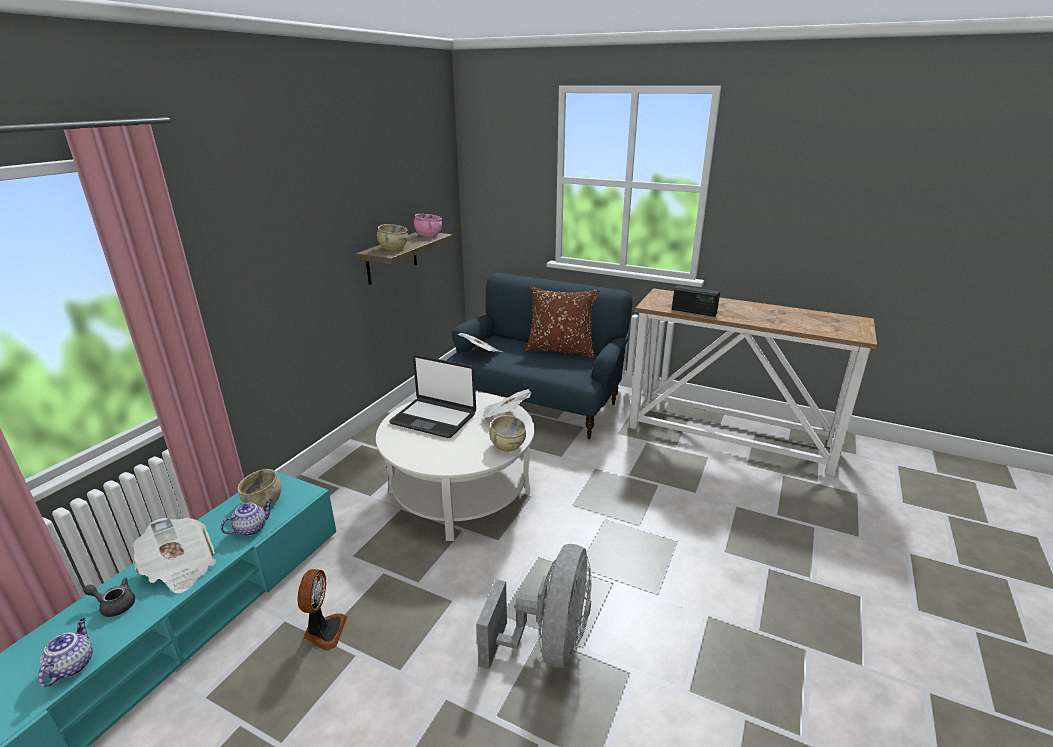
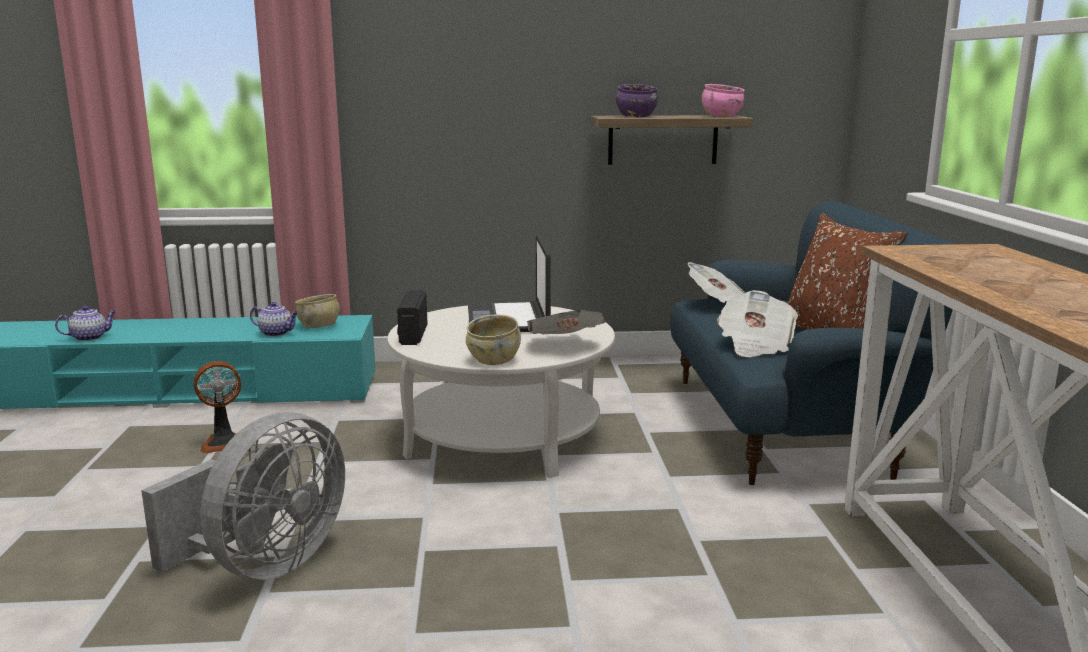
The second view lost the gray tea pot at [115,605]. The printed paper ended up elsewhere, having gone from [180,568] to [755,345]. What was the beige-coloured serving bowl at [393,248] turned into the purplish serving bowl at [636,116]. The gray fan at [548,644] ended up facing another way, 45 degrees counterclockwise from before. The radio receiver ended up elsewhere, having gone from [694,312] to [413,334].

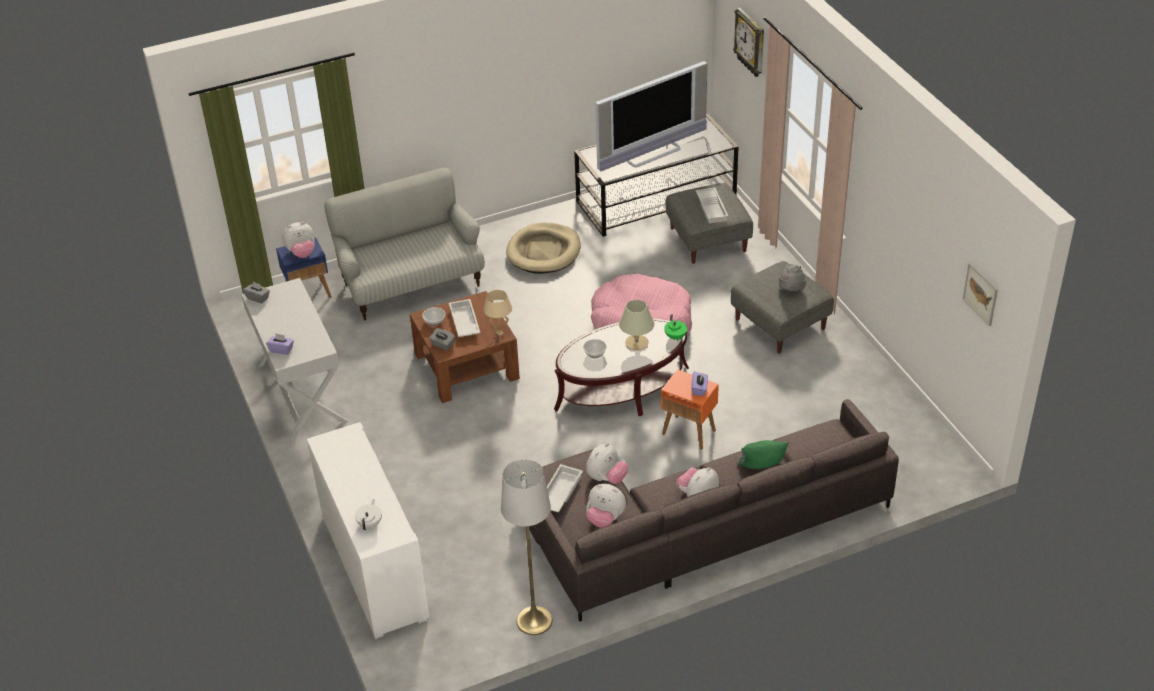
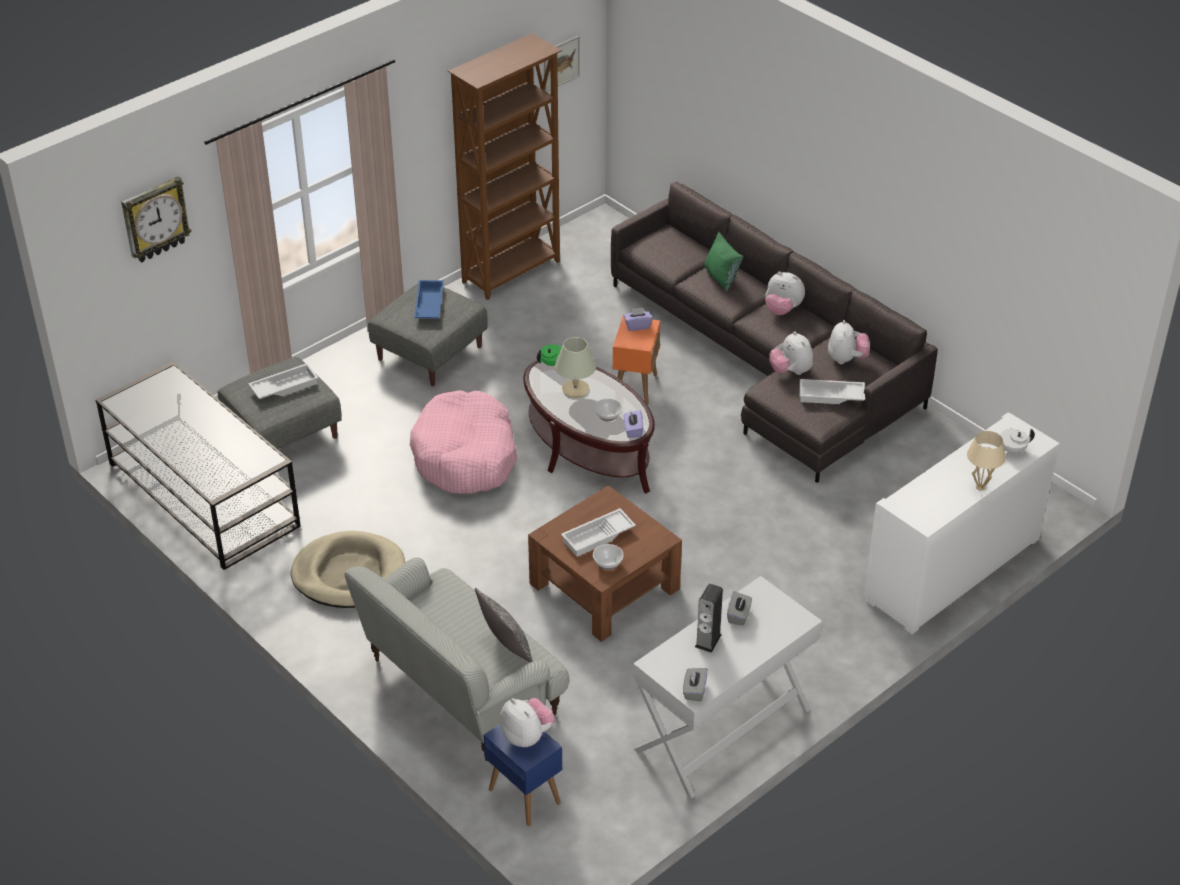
The purplish tissue box ended up elsewhere, having gone from [281,349] to [633,430]. The gray tissue box ended up elsewhere, having gone from [442,345] to [739,615]. The beige-coloured lamp for a table ended up elsewhere, having gone from [499,333] to [980,487]. The second view lost the gray floor lamp at [534,621]. The soft toy at [607,478] ended up facing another way, 135 degrees counterclockwise from before. The second view lost the television at [652,153]. Where the gray hat stood at [791,290], the blue-coloured carrying tray came to stand at [428,304]. The second view gained the brown-coloured bookshelf at [512,272]. The second view gained the cushion at [506,648]. The second view gained the speaker at [708,640].

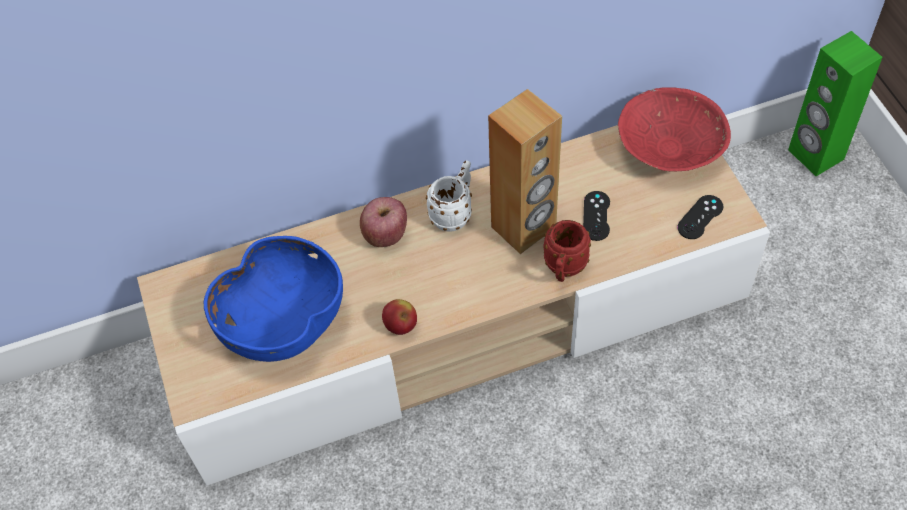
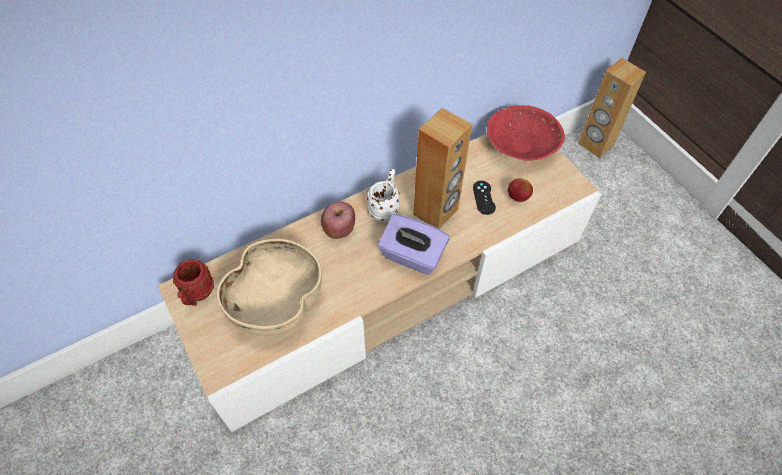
What was the blue-coloured serving bowl at [284,323] turned into the beige-coloured serving bowl at [277,303]. The apple fruit ended up elsewhere, having gone from [401,326] to [518,197]. The reddish coffee mug ended up elsewhere, having gone from [564,269] to [197,295]. The second view lost the black-coloured gamepad at [700,217]. What was the green speaker at [815,155] turned into the brown-coloured speaker at [595,144]. The second view gained the purplish tissue box at [412,256].

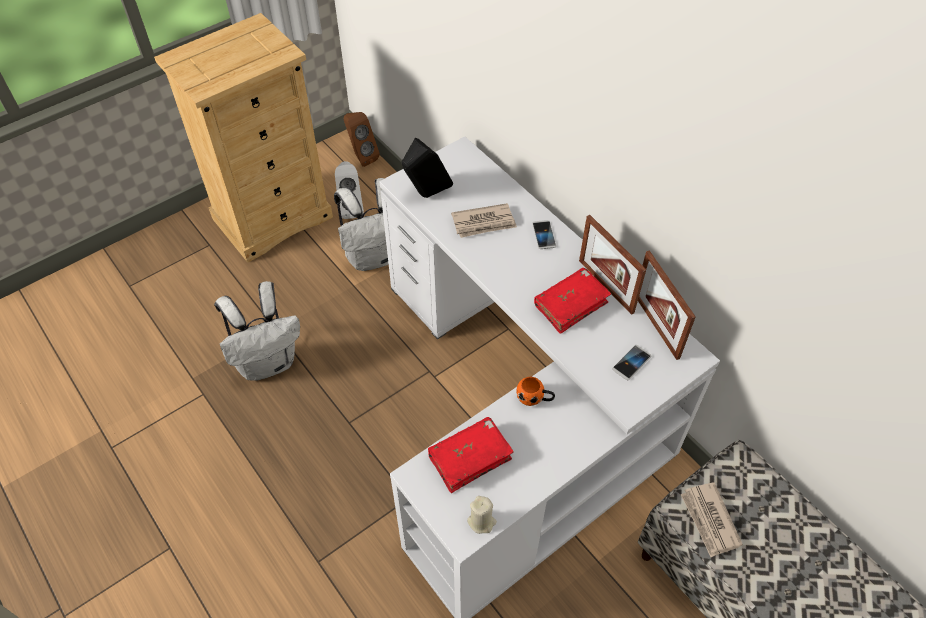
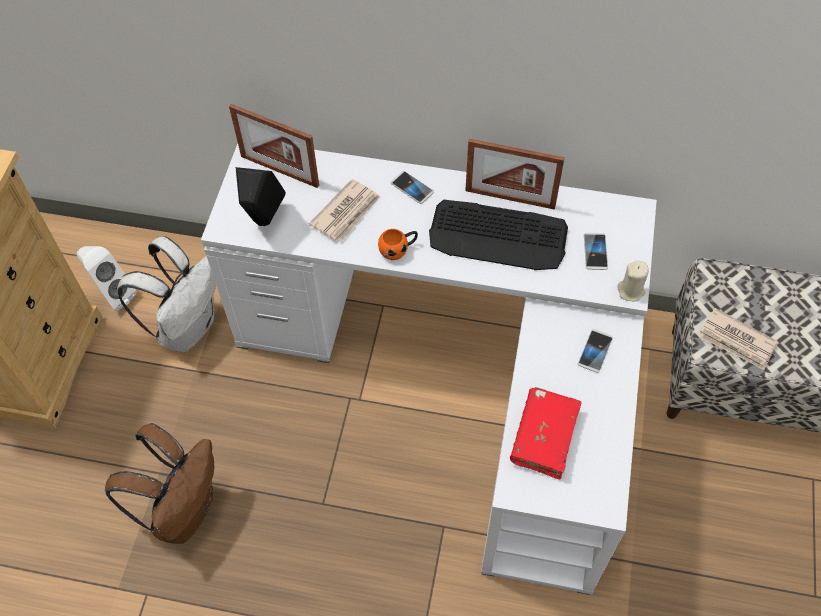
What was the whitish backpack at [268,362] turned into the brown-coloured backpack at [183,510]. The second view lost the brown-coloured speaker at [361,157]. The beige-coloured candle ended up elsewhere, having gone from [481,521] to [631,291]. The orange coffee mug ended up elsewhere, having gone from [534,398] to [398,249]. Where the reddish book stood at [571,305], the keyboard came to stand at [498,236]. The picture frame ended up elsewhere, having gone from [656,326] to [279,171]. The second view gained the handset at [595,351].

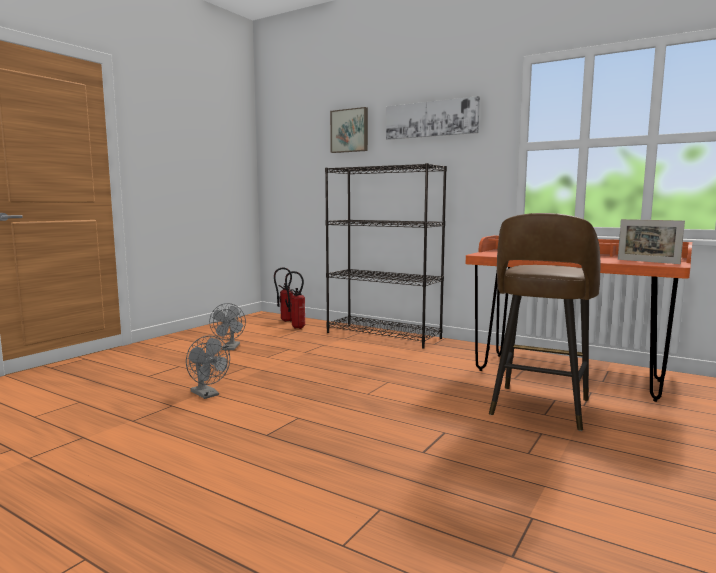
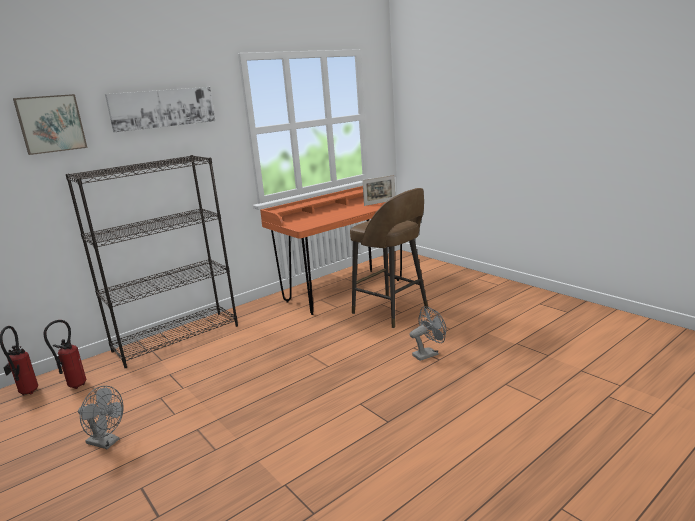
The gray fan ended up elsewhere, having gone from [207,395] to [428,354].

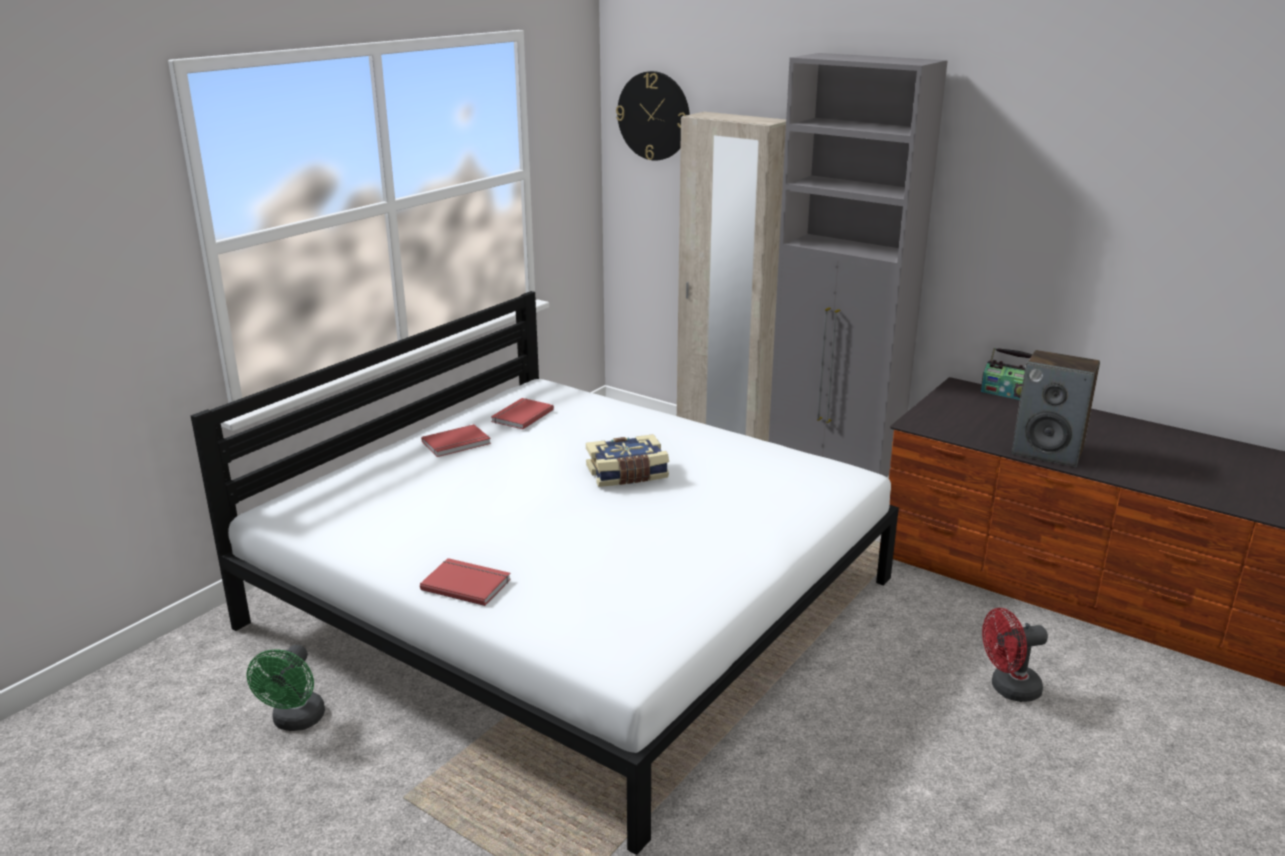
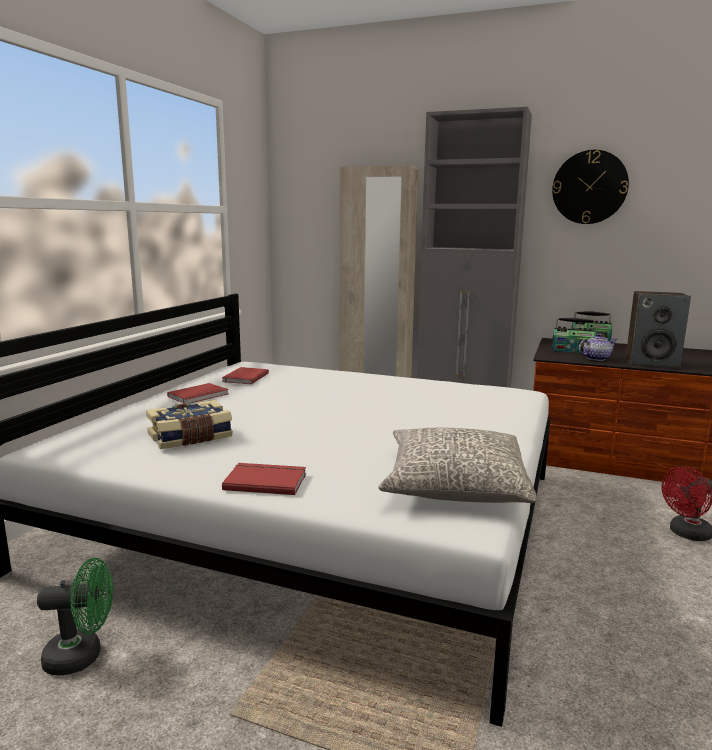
The green fan at [296,722] ended up facing another way, 90 degrees counterclockwise from before. The book ended up elsewhere, having gone from [627,474] to [190,437]. The hanging clock ended up elsewhere, having gone from [653,116] to [589,187]. The second view gained the gray cushion at [454,484]. The second view gained the radio receiver at [572,350]. The second view gained the tea pot at [596,358].

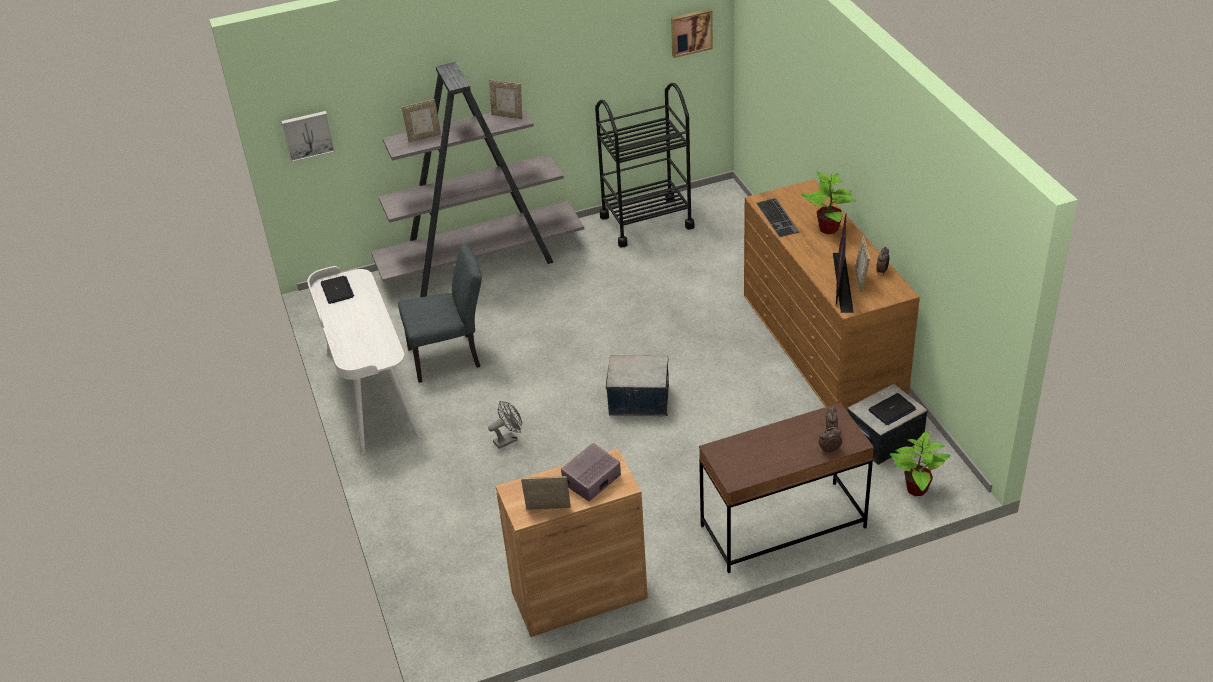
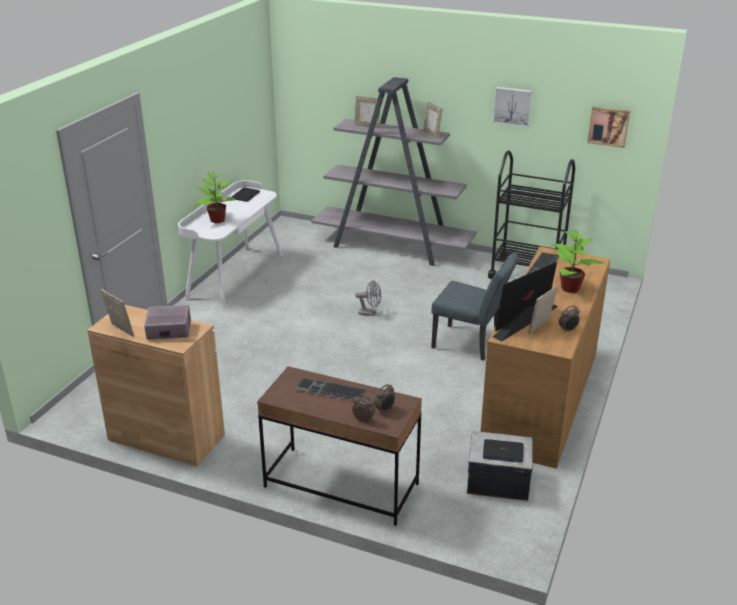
The picture ended up elsewhere, having gone from [307,135] to [513,106]. The gray plain chair ended up elsewhere, having gone from [450,356] to [471,344]. The gray fan ended up elsewhere, having gone from [508,439] to [370,313]. The second view lost the storage bin at [639,400]. The potted plant ended up elsewhere, having gone from [916,489] to [217,220]. The second view gained the keyboard at [329,390].

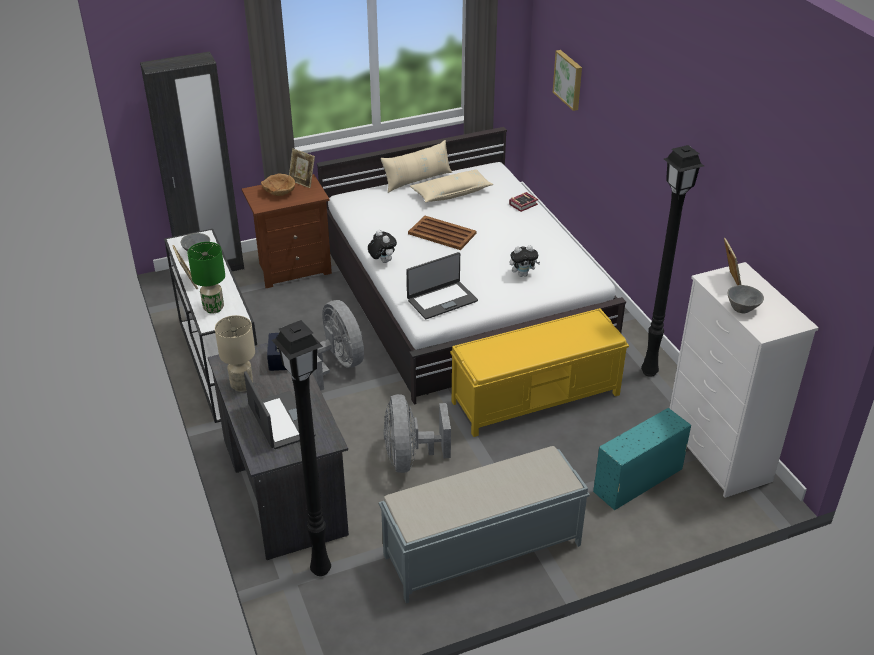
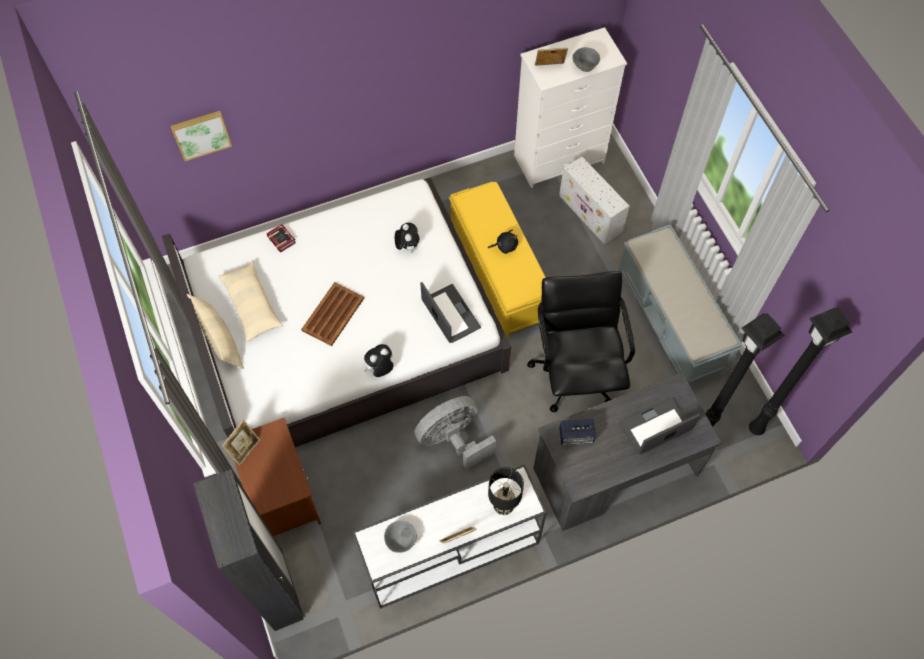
What was the green lamp for a table at [213,308] turned into the black-coloured lamp for a table at [503,506]. The second view lost the beige-coloured lamp for a table at [241,386]. The second view lost the brown-coloured serving bowl at [279,191]. Where the gray fan stood at [410,458], the black-coloured desk chair came to stand at [576,372]. What was the blue-green storage bin at [637,481] turned into the whitish storage bin at [591,214]. The black-coloured floor lamp ended up elsewhere, having gone from [649,371] to [754,428]. The second view gained the black-coloured soft toy at [505,246].

